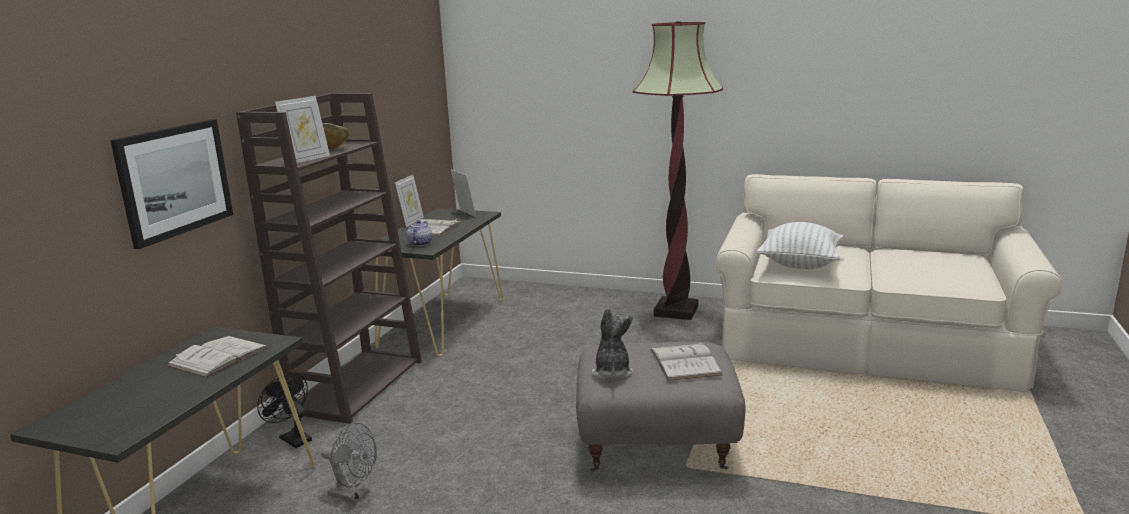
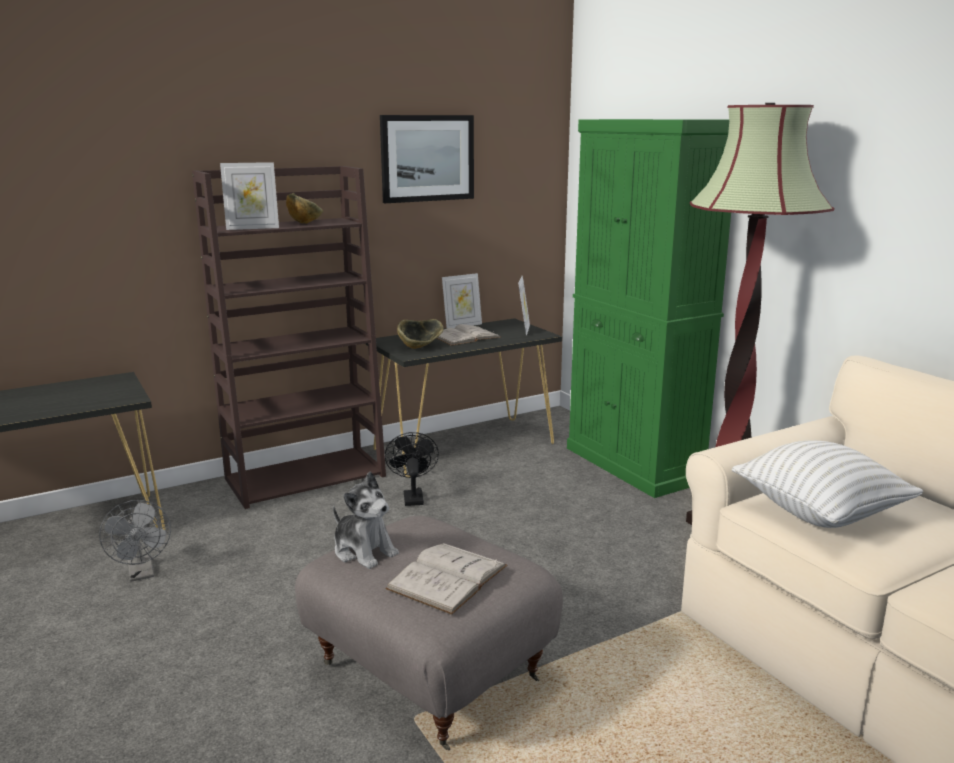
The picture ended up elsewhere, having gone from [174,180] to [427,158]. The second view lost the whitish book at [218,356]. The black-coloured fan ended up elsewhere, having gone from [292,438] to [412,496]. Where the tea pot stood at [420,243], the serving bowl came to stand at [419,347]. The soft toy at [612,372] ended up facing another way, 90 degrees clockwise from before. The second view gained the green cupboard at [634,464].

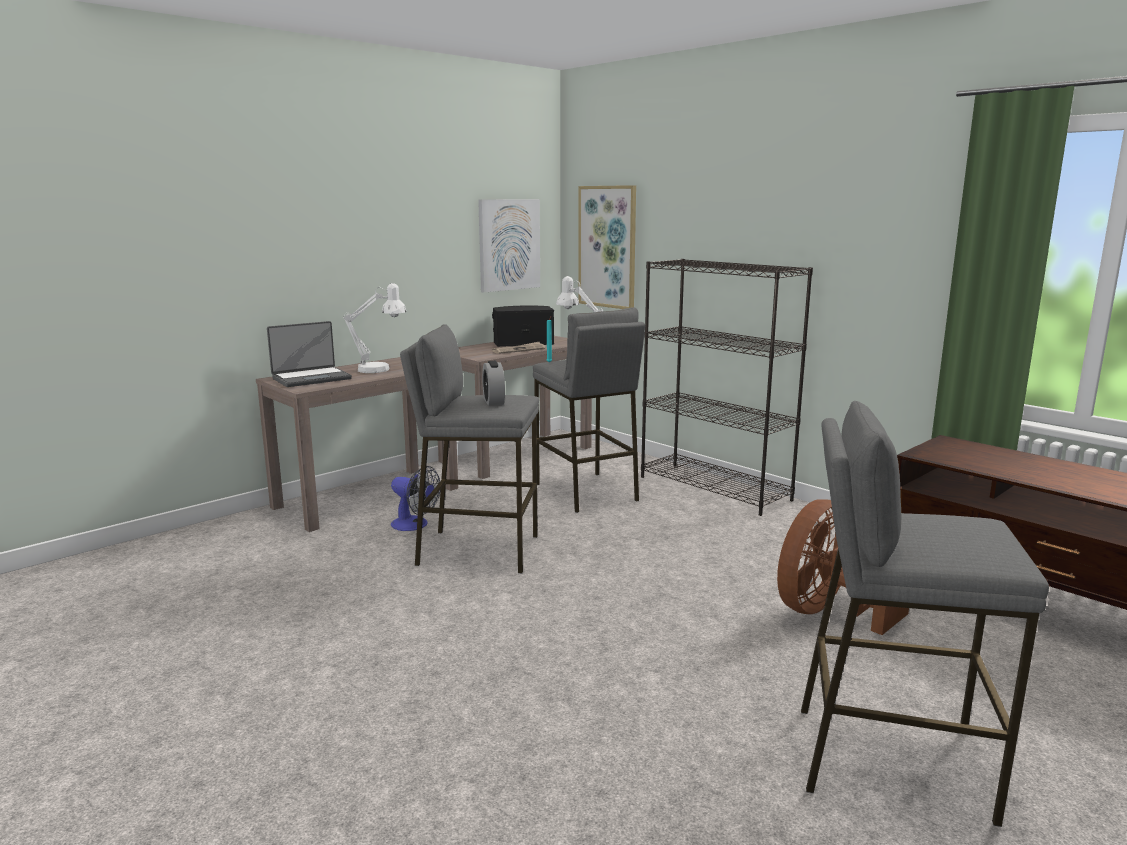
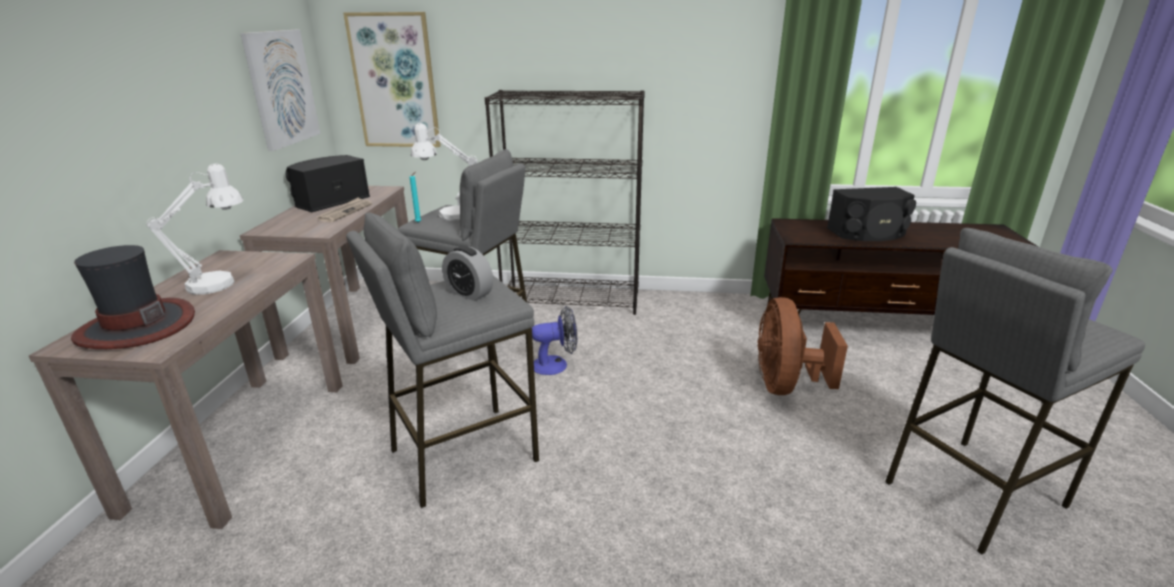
Where the portable computer stood at [311,378], the hat came to stand at [136,326]. The fan ended up elsewhere, having gone from [415,525] to [556,364]. The second view gained the black-coloured speaker at [868,233].

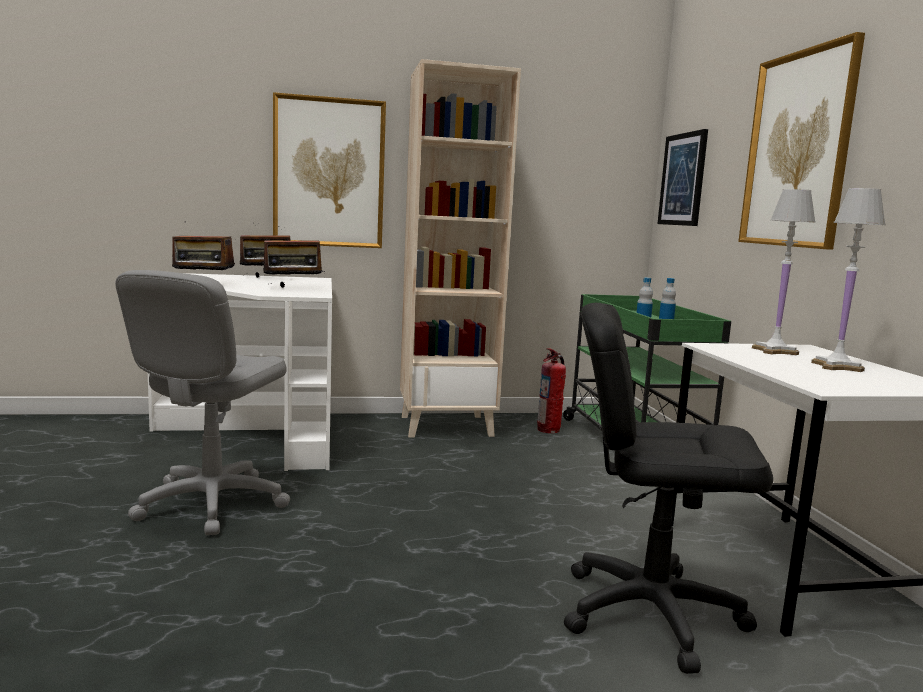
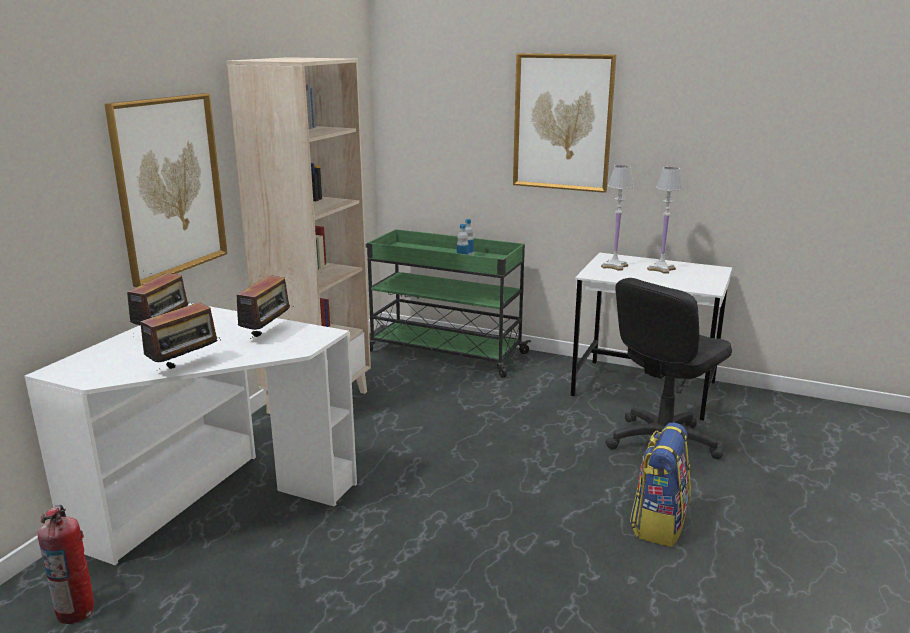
The second view lost the gray desk chair at [211,503]. The extinguisher ended up elsewhere, having gone from [549,429] to [76,610]. The second view lost the picture at [683,179]. The second view gained the backpack at [658,523].

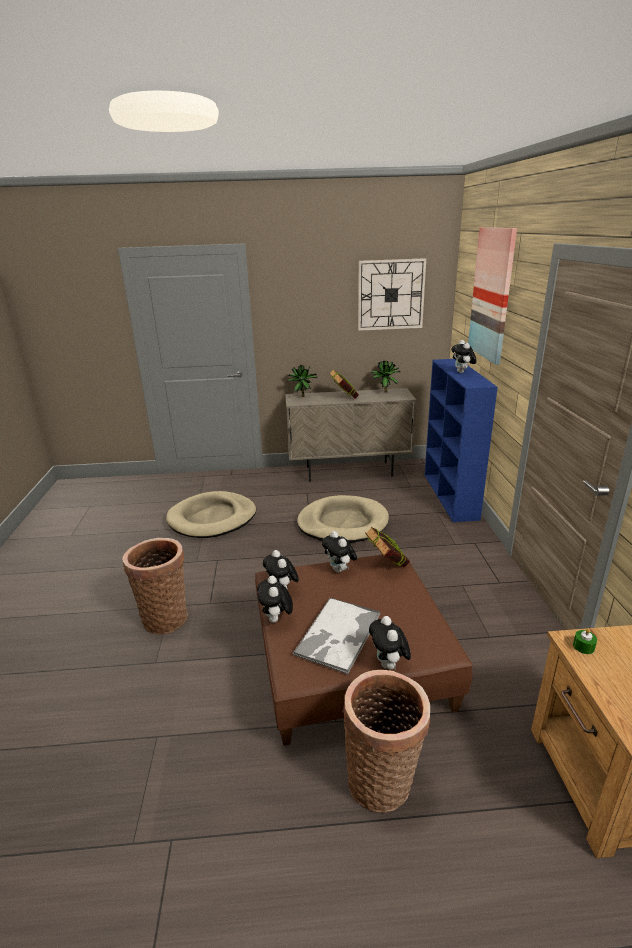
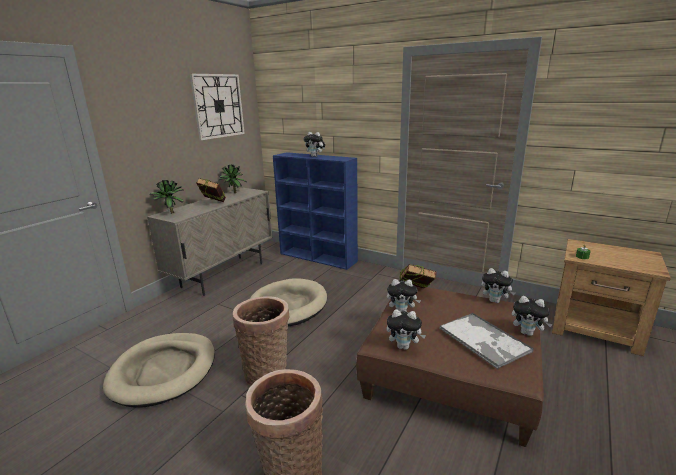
The soft toy ended up elsewhere, having gone from [276,620] to [495,301]. The basket ended up elsewhere, having gone from [383,780] to [267,372]. The second view lost the picture at [492,294].

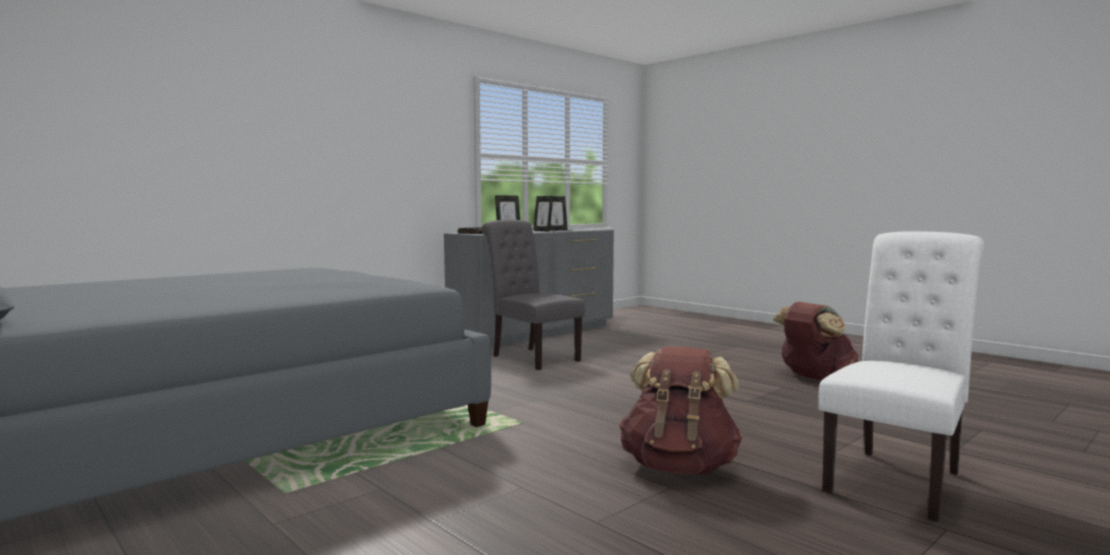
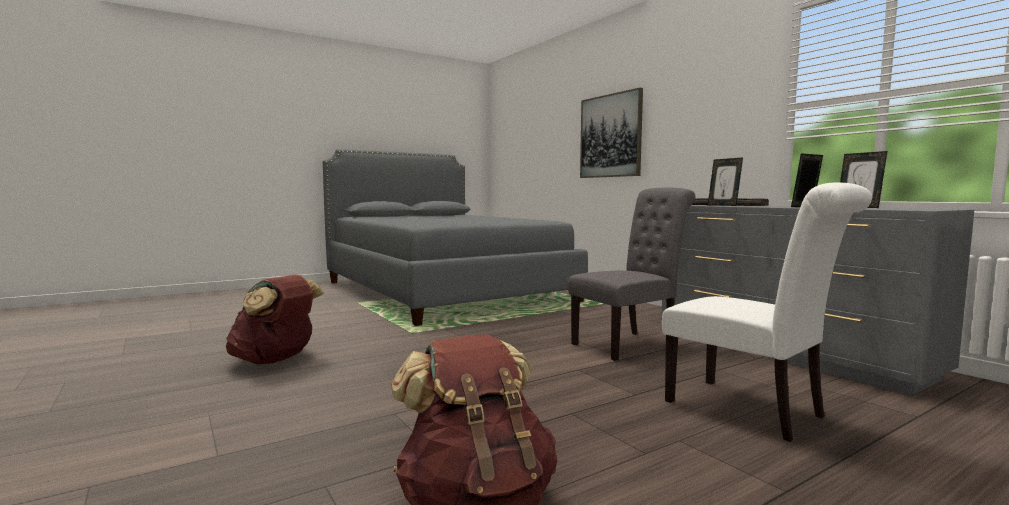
The whitish plain chair ended up elsewhere, having gone from [898,479] to [752,411]. The second view gained the picture at [610,136].

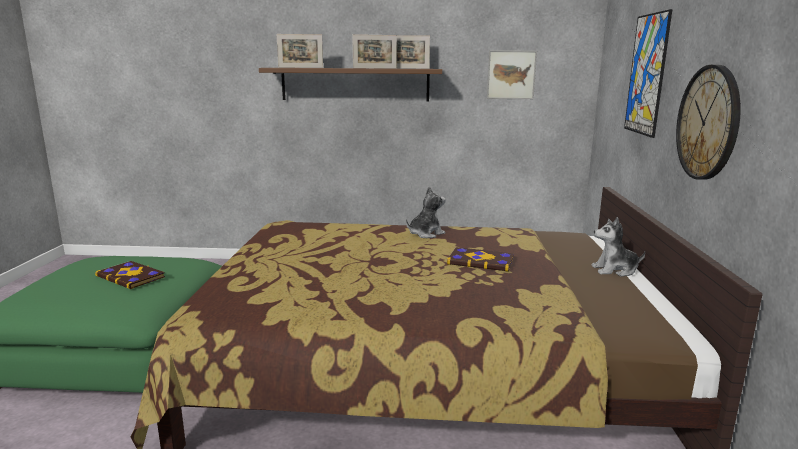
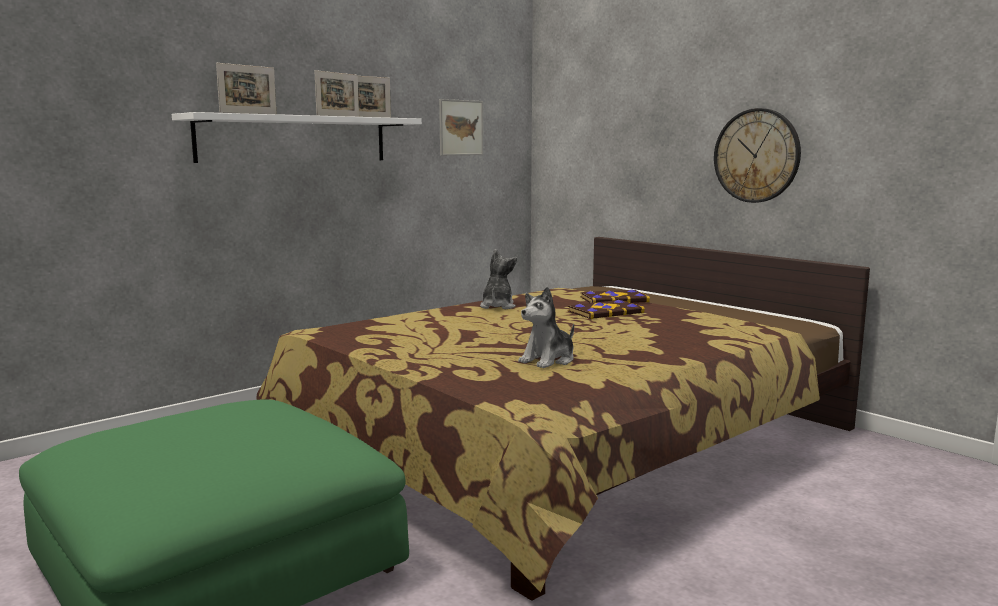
The book ended up elsewhere, having gone from [131,276] to [614,299]. What was the brown-coloured shelf at [355,84] turned into the whitish shelf at [294,139]. The soft toy ended up elsewhere, having gone from [615,270] to [548,360]. The second view lost the picture at [647,74].

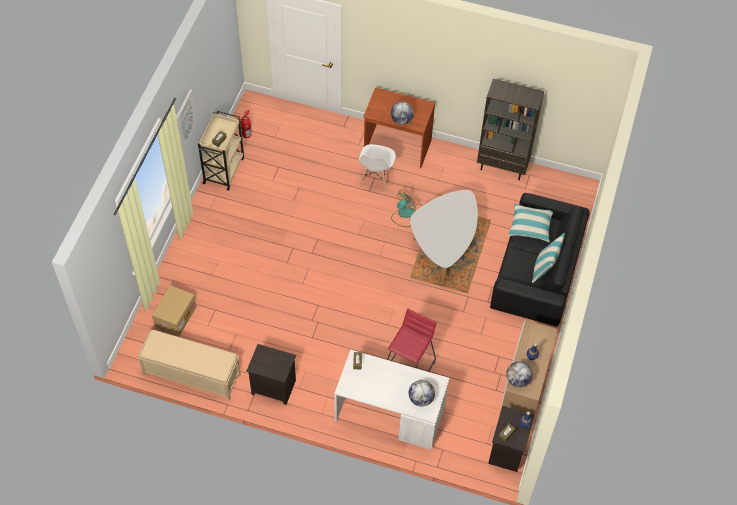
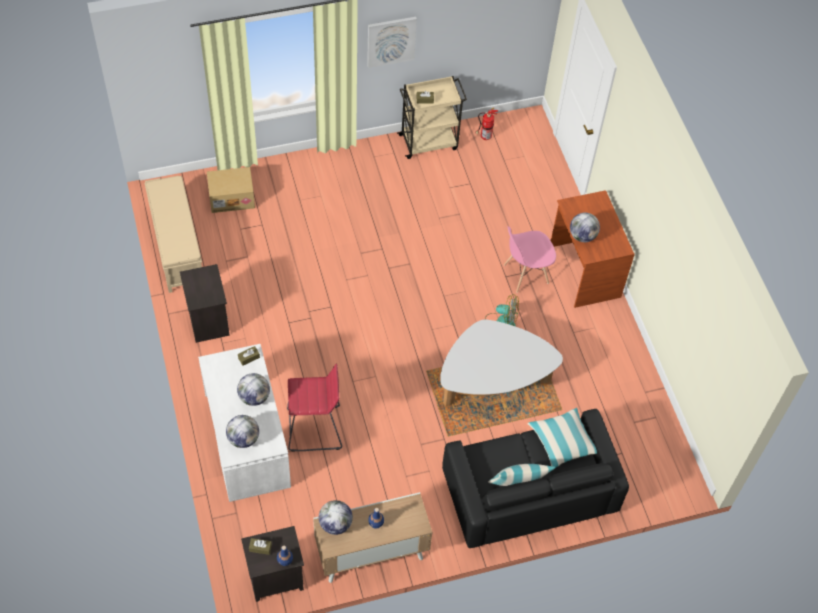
What was the whitish plain chair at [375,179] turned into the pinkish plain chair at [525,274]. The second view lost the brown-coloured bookshelf at [502,167]. The second view gained the world globe at [254,397].

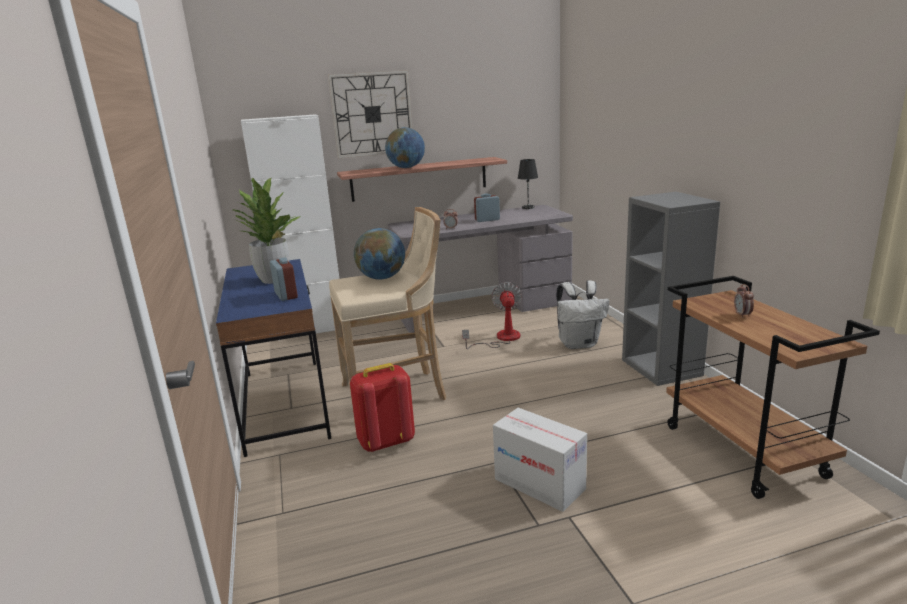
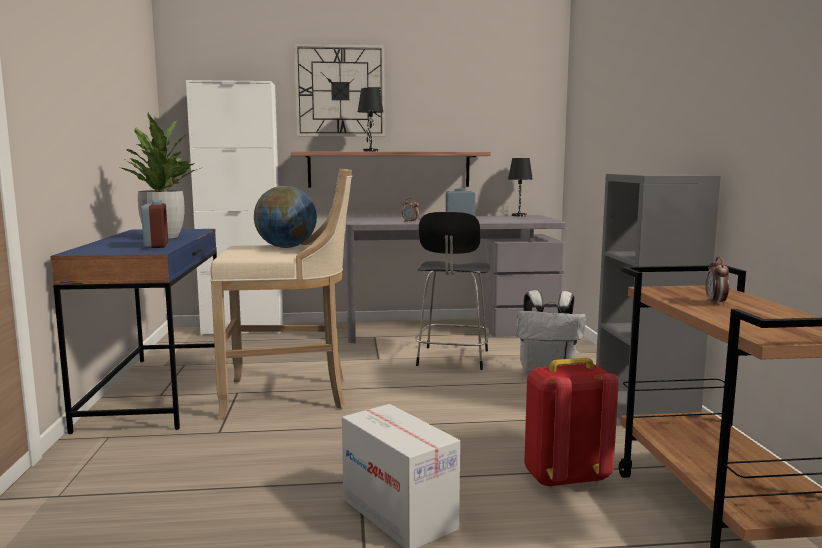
The reddish backpack ended up elsewhere, having gone from [386,442] to [565,478]. Where the world globe stood at [406,168], the black-coloured lamp for a table came to stand at [370,151]. Where the fan stood at [501,339], the black-coloured plain chair came to stand at [452,359].

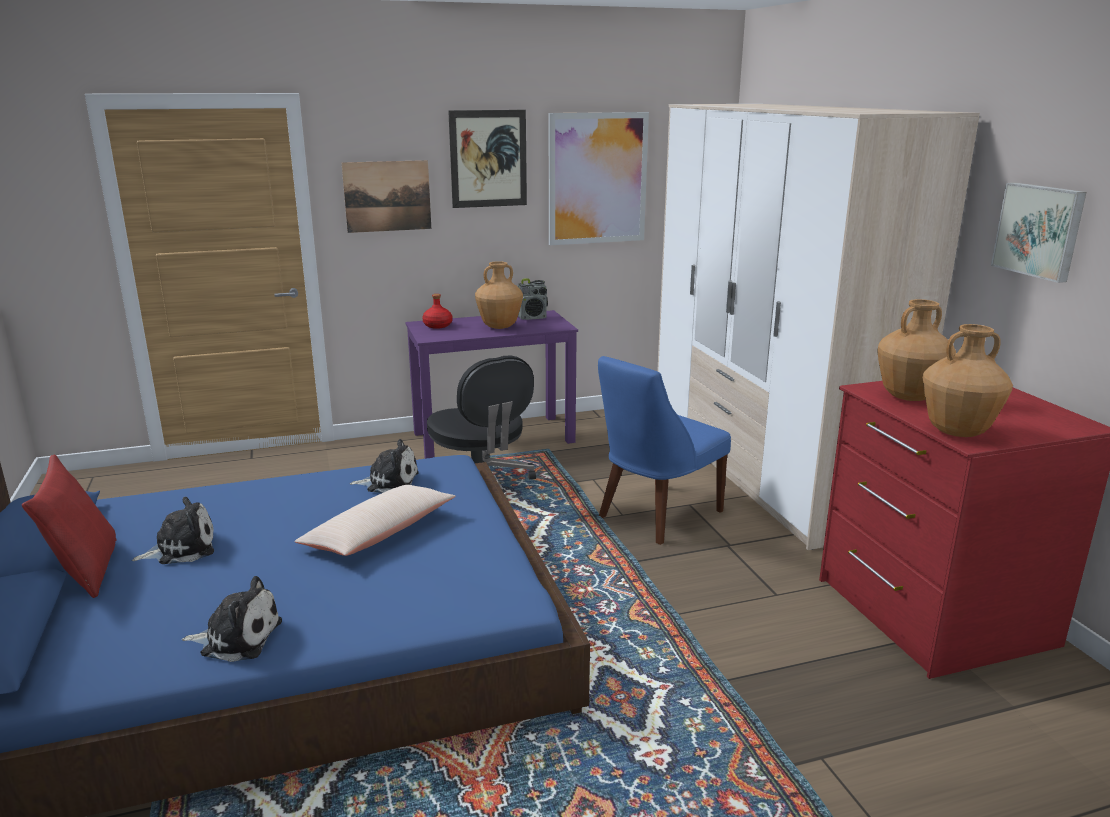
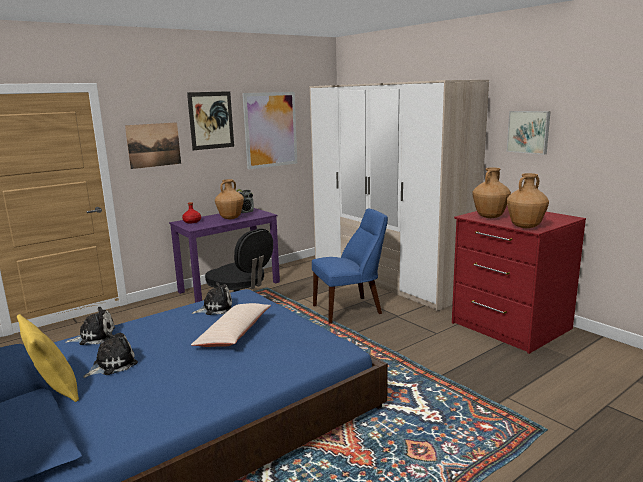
What was the reddish cushion at [85,570] turned into the yellow-coloured cushion at [54,389]. The soft toy ended up elsewhere, having gone from [237,638] to [95,337]. The blue-coloured plain chair at [655,515] ended up facing another way, 135 degrees counterclockwise from before.

